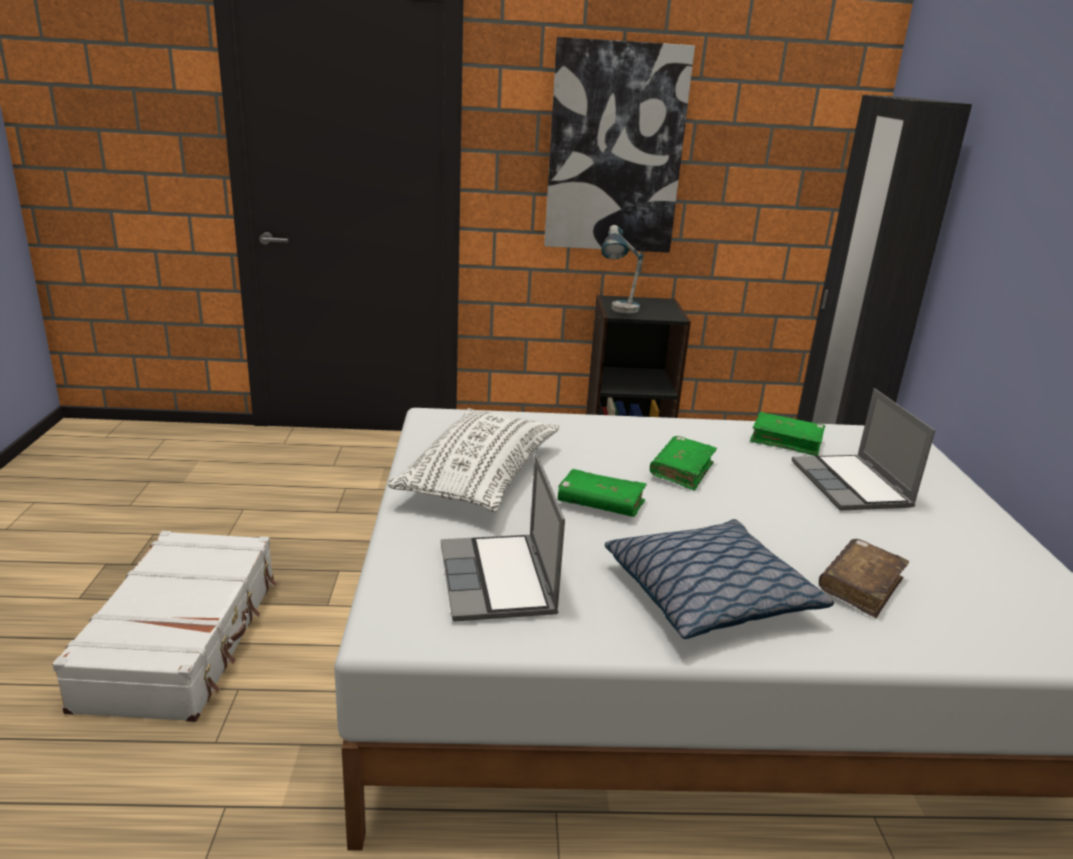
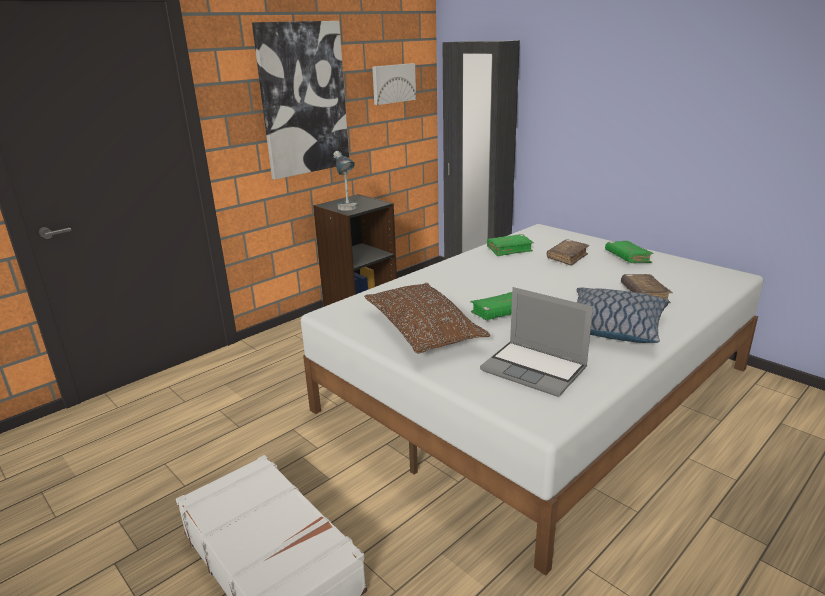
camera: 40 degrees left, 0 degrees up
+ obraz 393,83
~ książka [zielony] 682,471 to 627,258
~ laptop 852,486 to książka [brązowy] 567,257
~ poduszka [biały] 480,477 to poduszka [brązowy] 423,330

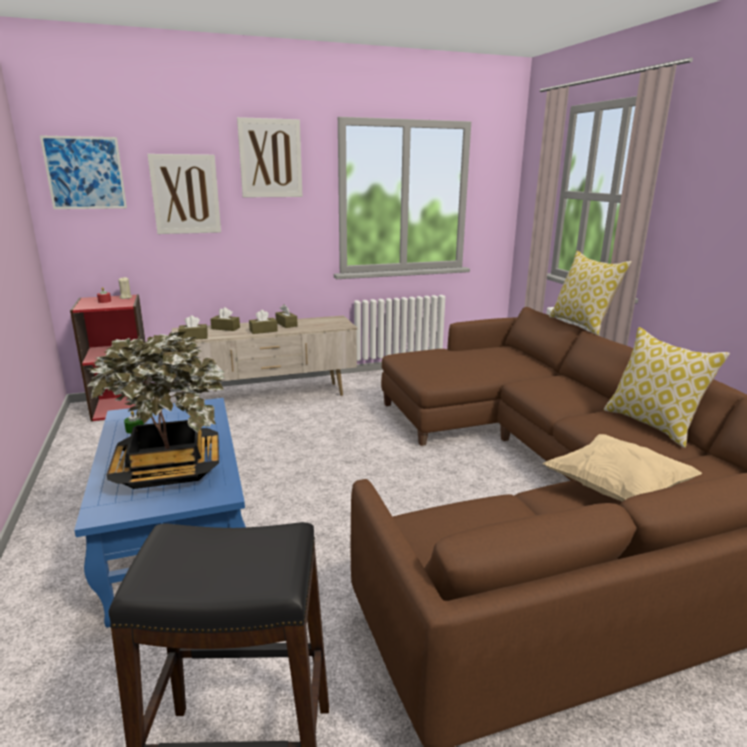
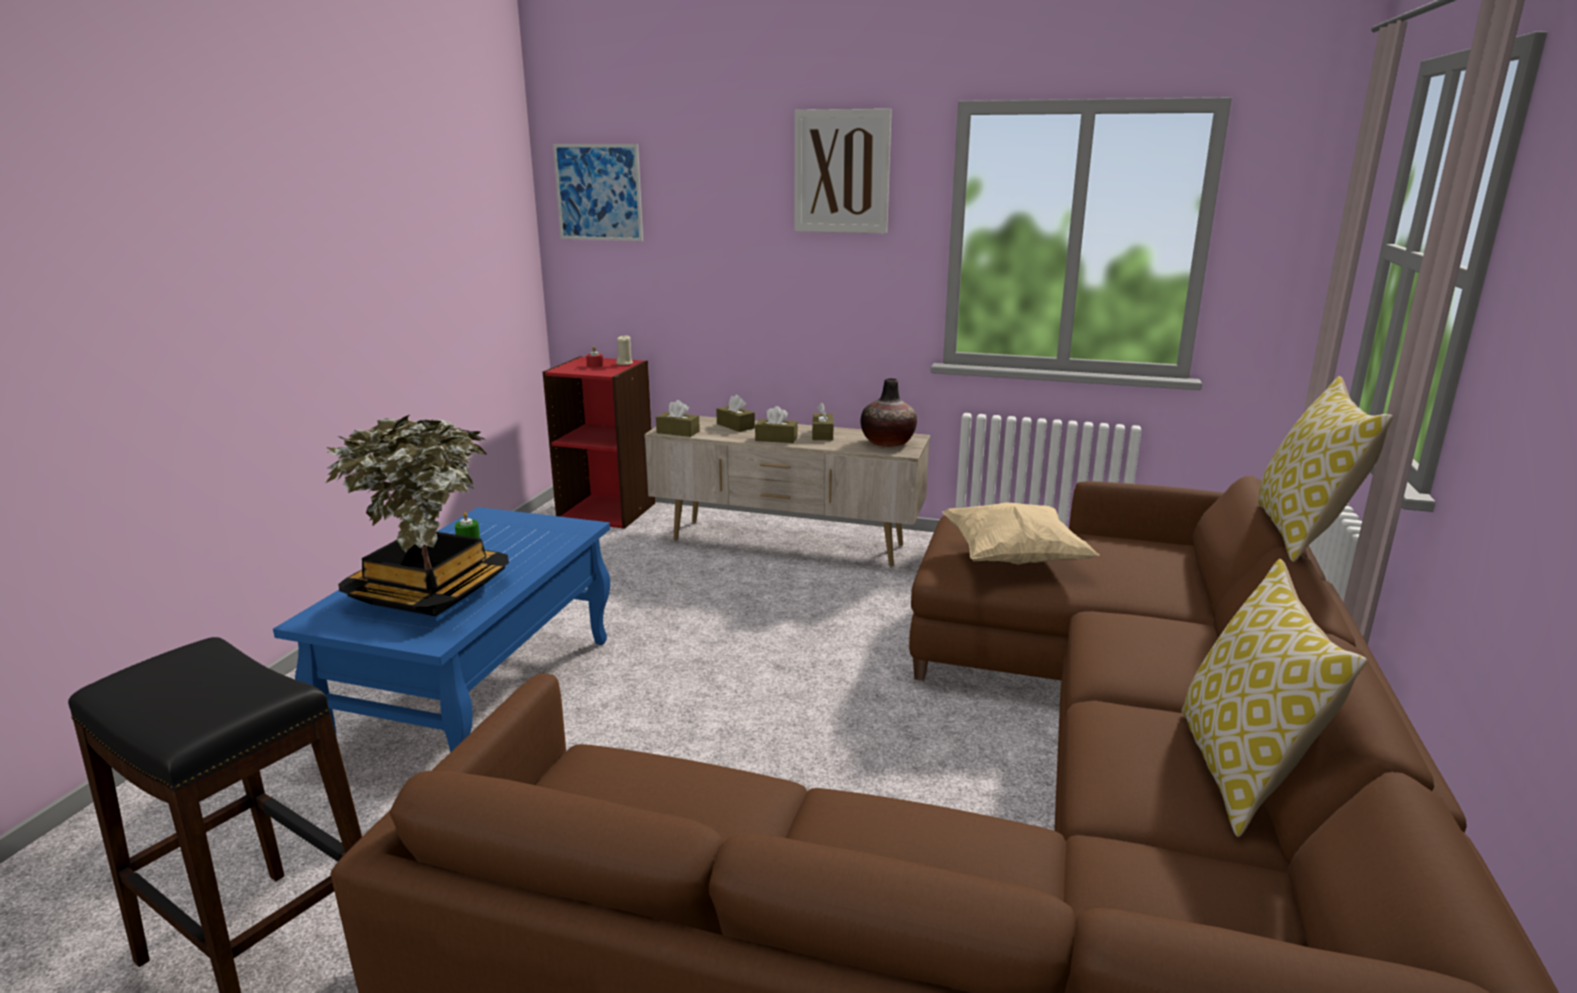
camera: 35 degrees right, 0 degrees up
- obraz 185,194
+ wazon 888,442
~ poduszka [beżowy] 616,490 to 1013,559

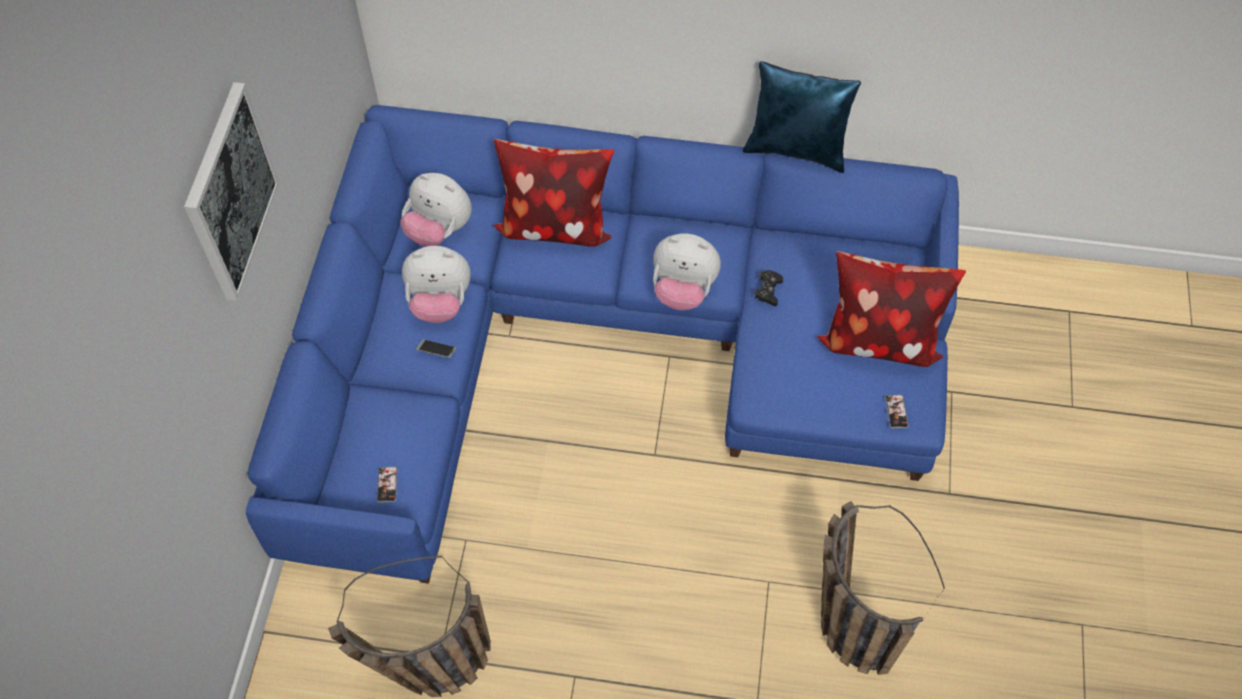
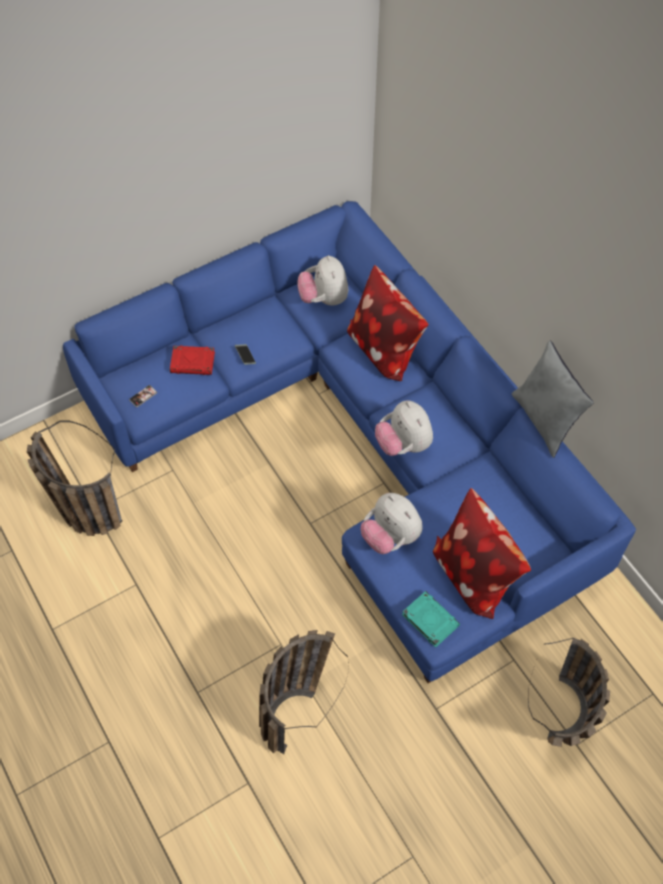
camera: 50 degrees right, 0 degrees up
- obraz 229,192
- pad do gier [czarny] 768,290
+ książka [czerwony] 193,362
+ koszyk 561,724
~ pluszak 439,302 to 390,536
~ telefon 896,411 to książka [turkusowy] 429,620
~ poduszka [niebieski] 796,149 to poduszka [szary] 544,420

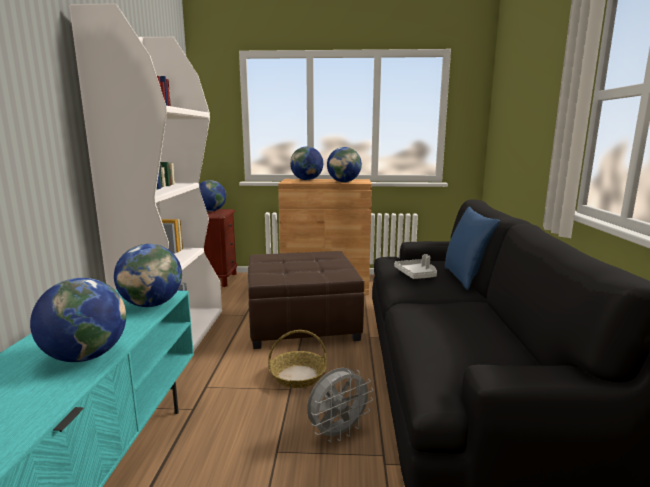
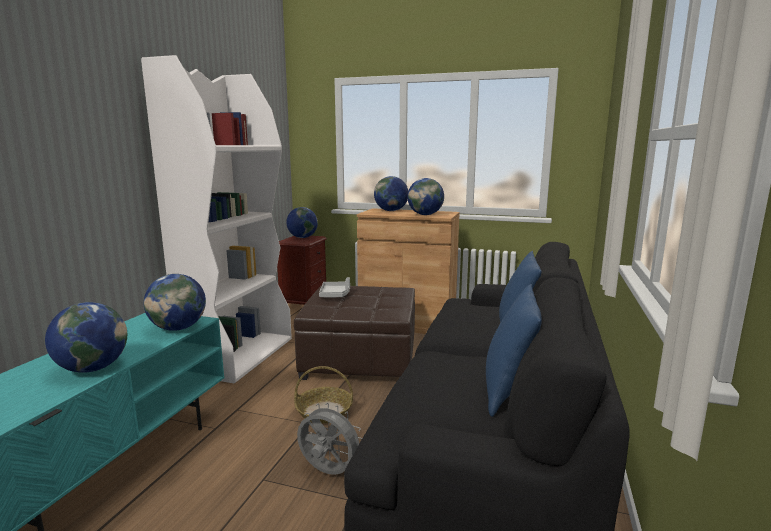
camera: 15 degrees right, 0 degrees up
+ poduszka [niebieski] 509,391
~ taca [szary] 417,275 to 335,294
~ wentylator [szary] 338,432 = 328,472 135 degrees counterclockwise

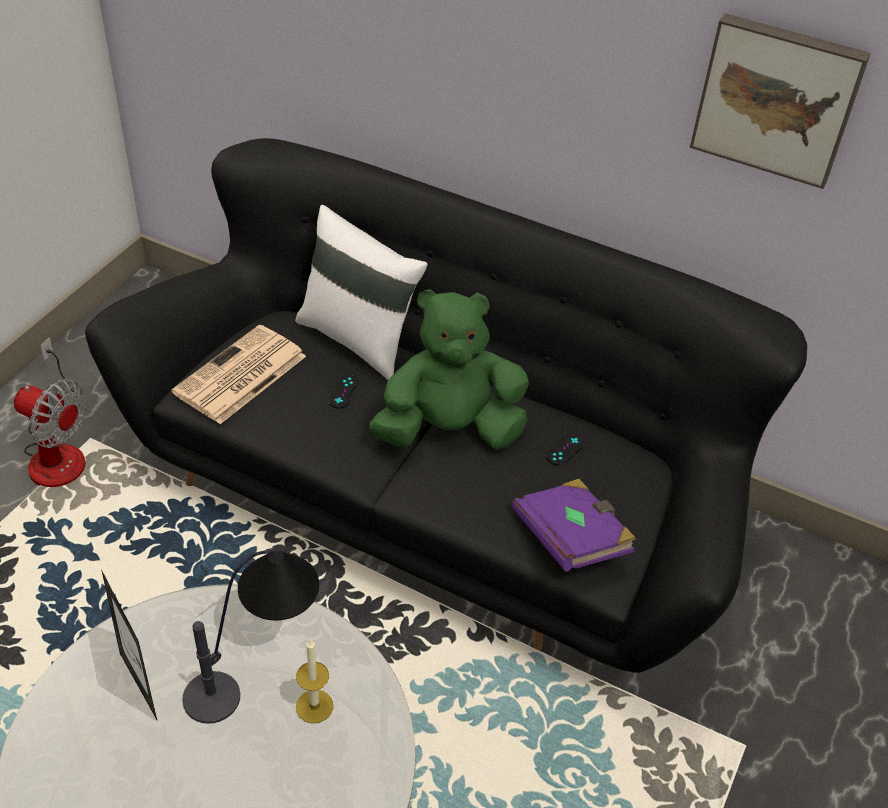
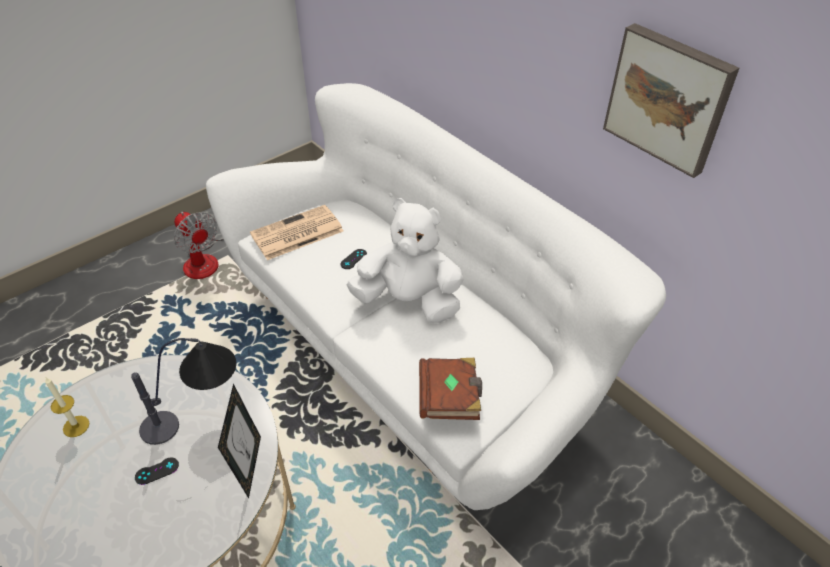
camera: 25 degrees right, 0 degrees up
- poduszka [biały] 358,339
~ ramka na zdjęcie 139,682 to 249,466
~ świeca 314,706 to 76,426
~ pad do gier [czarny] 565,449 to 157,471
~ kanapa [czarny] 437,502 to kanapa [biały] 414,351
~ pluszak [zielony] 449,430 to pluszak [biały] 409,301
~ książka [fioletowy] 571,539 to książka [brązowy] 450,398

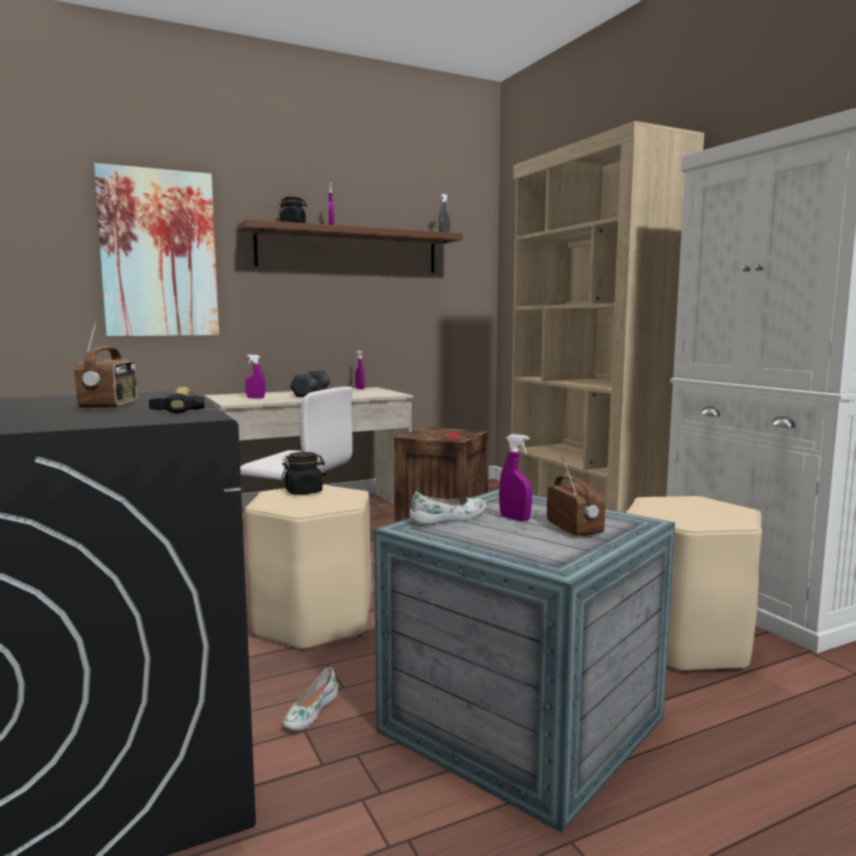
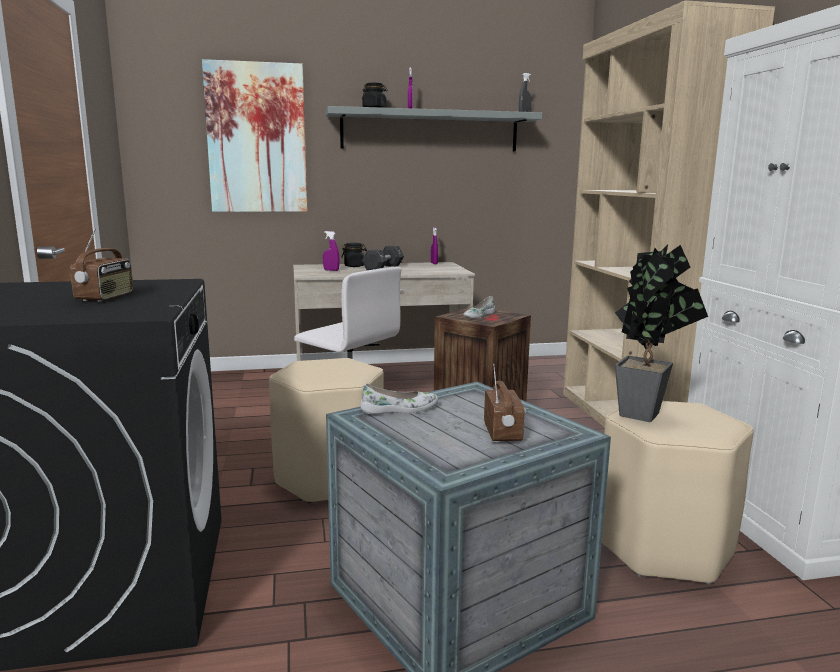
camera: 15 degrees right, 5 degrees up
- młotek 180,406
- spryskiwacz [fioletowy] 514,518
+ roślina doniczkowa 645,413
~ słoik [czarny] 304,492 to 354,266
~ but [biały] 310,712 to 478,315
~ półka [brązowy] 349,250 to półka [szary] 430,131

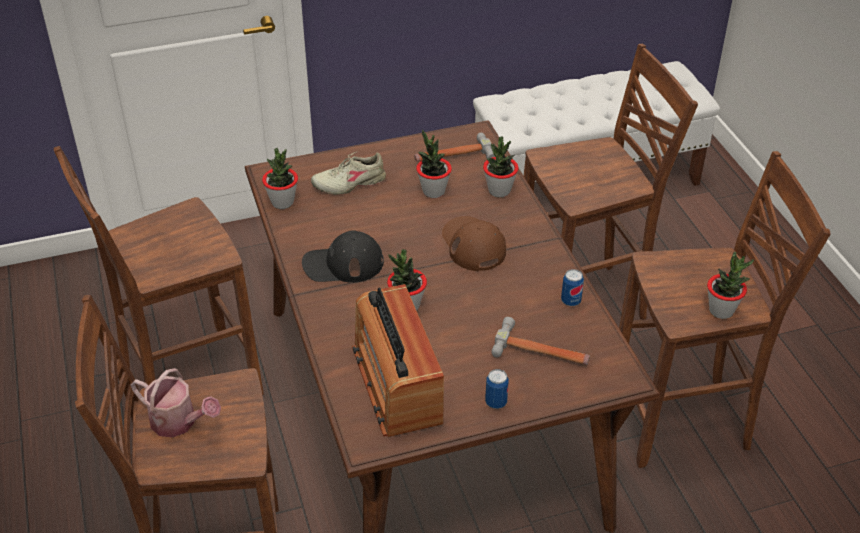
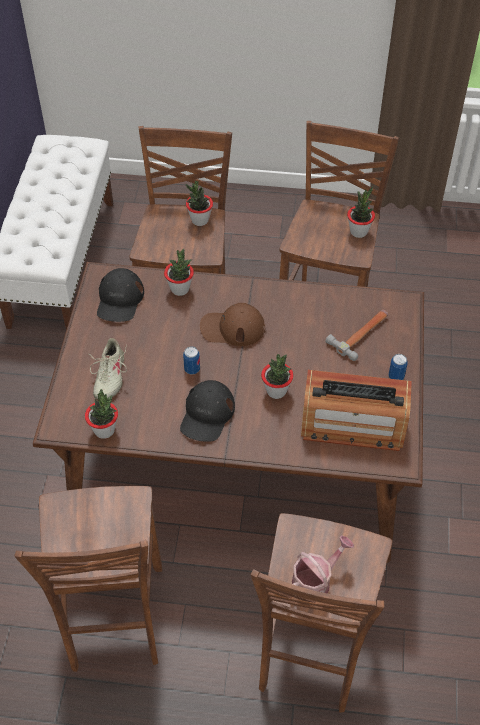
camera: 65 degrees left, 10 degrees up
~ roślina doniczkowa 433,191 to 200,220
~ puszka 570,301 to 192,369
~ młotek 453,156 to czapka z daszkiem [czarny] 120,300

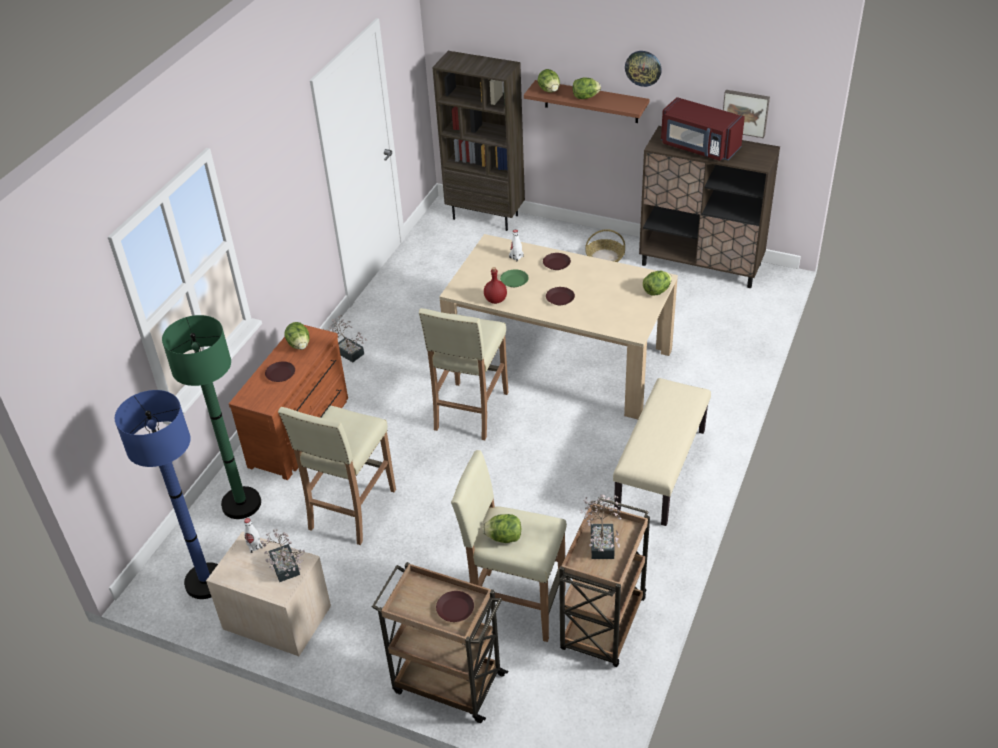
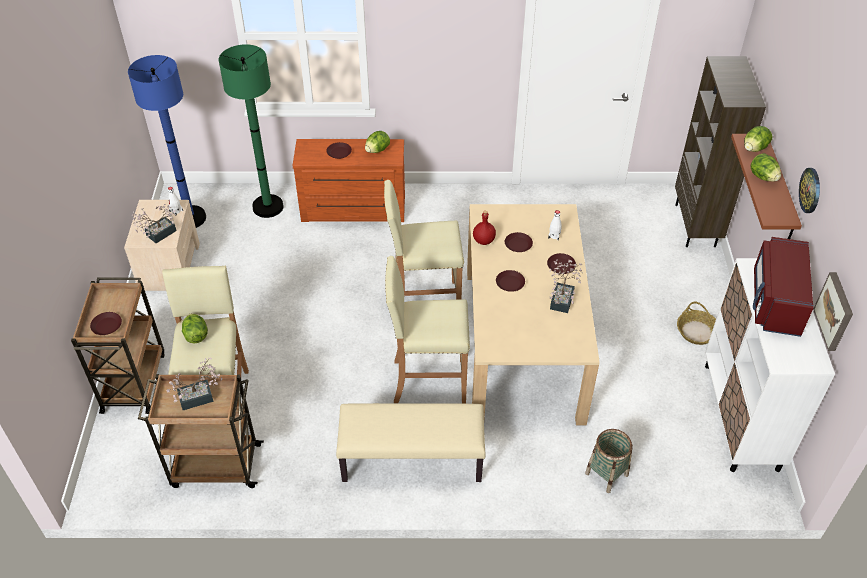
camera: 65 degrees right, 5 degrees up
- sałata 656,291
+ koszyk 606,474
~ stołek [beżowy] 351,510 to 428,381
~ roślina doniczkowa 347,351 to 563,298
~ talerz [zielony] 514,281 to talerz [brązowy] 518,244
~ szafka [brązowy] 701,265 to szafka [biały] 741,416

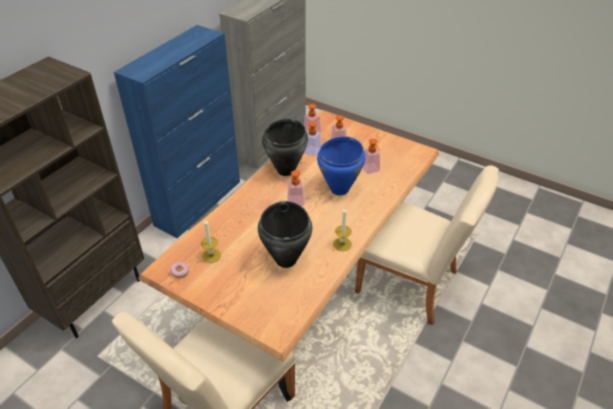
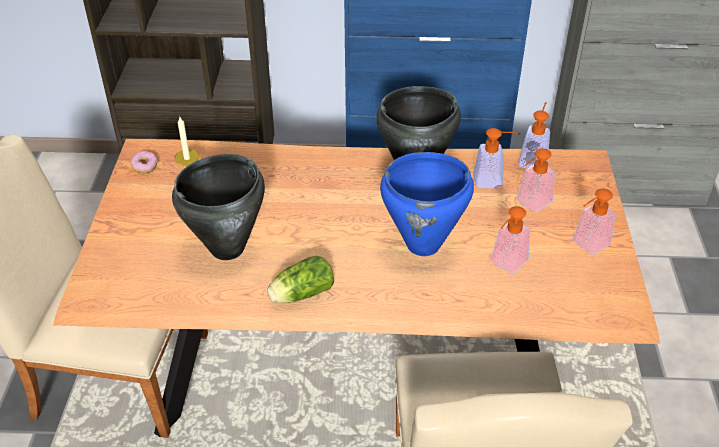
camera: 60 degrees right, 0 degrees up
~ dozownik mydła 296,203 to 586,245
~ świeca 342,244 to sałata 300,294

